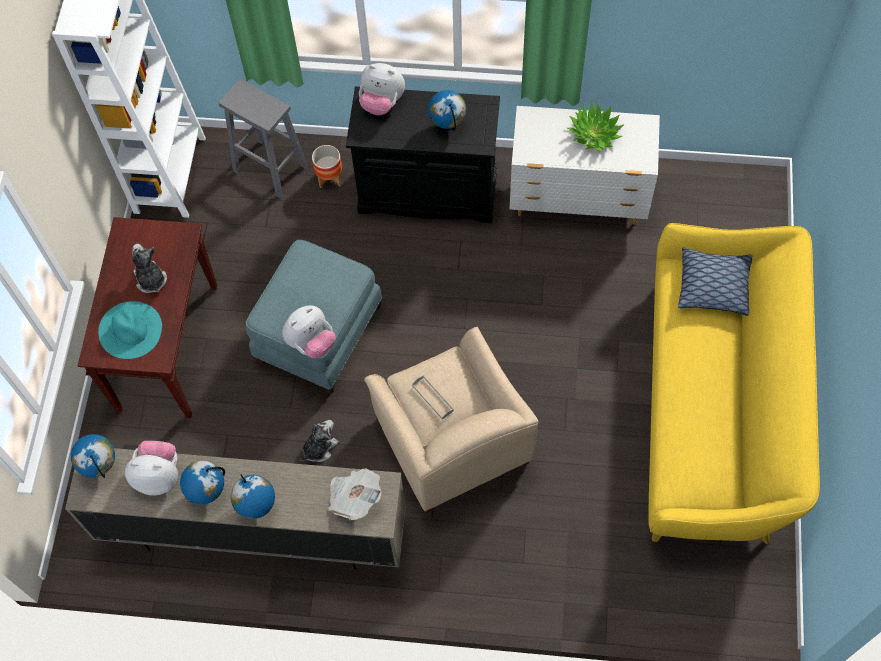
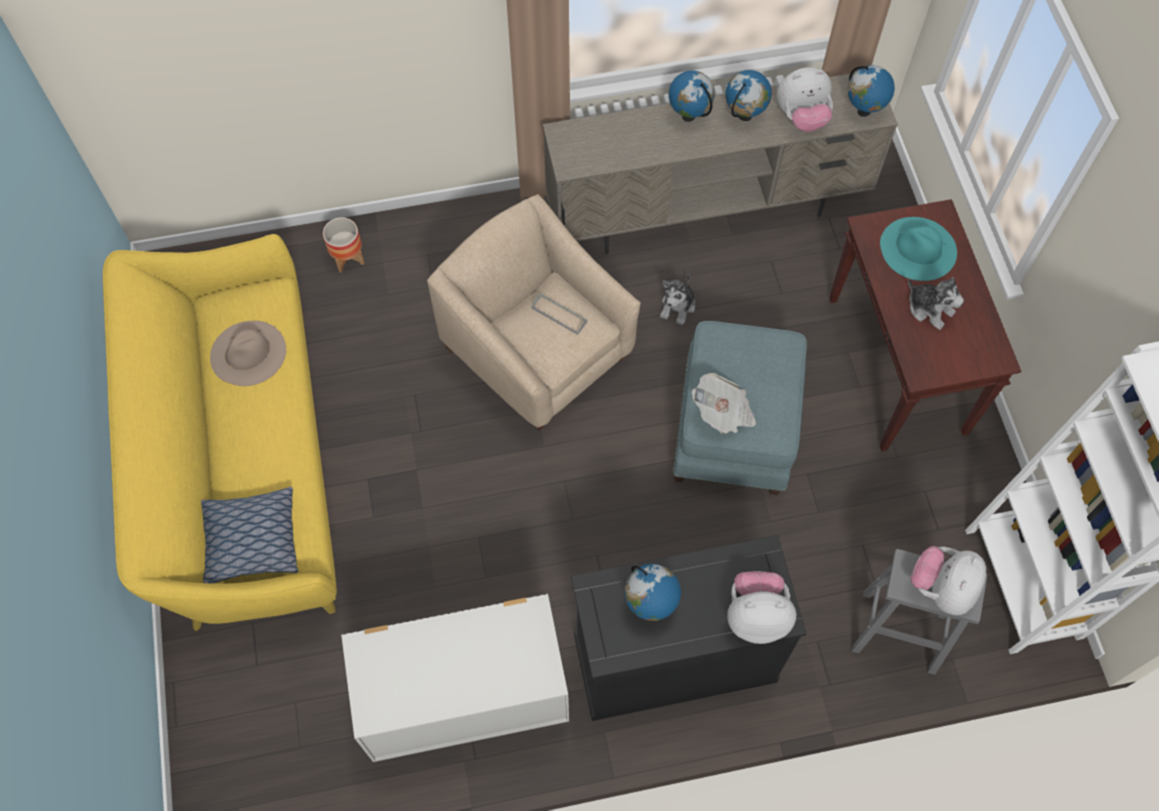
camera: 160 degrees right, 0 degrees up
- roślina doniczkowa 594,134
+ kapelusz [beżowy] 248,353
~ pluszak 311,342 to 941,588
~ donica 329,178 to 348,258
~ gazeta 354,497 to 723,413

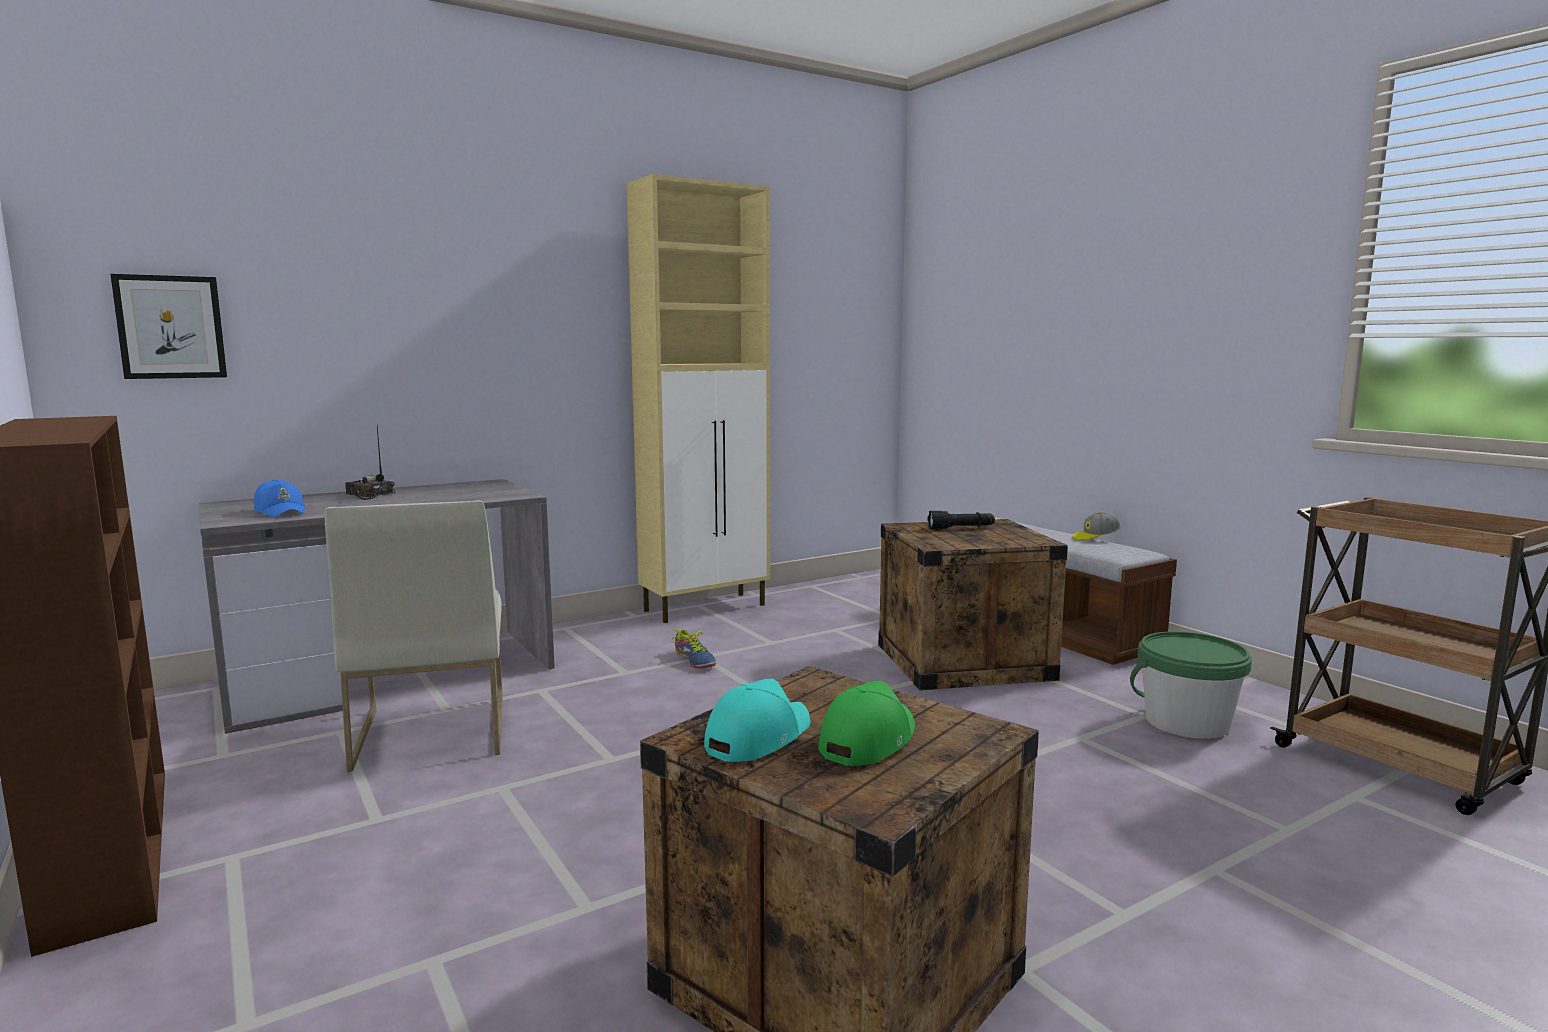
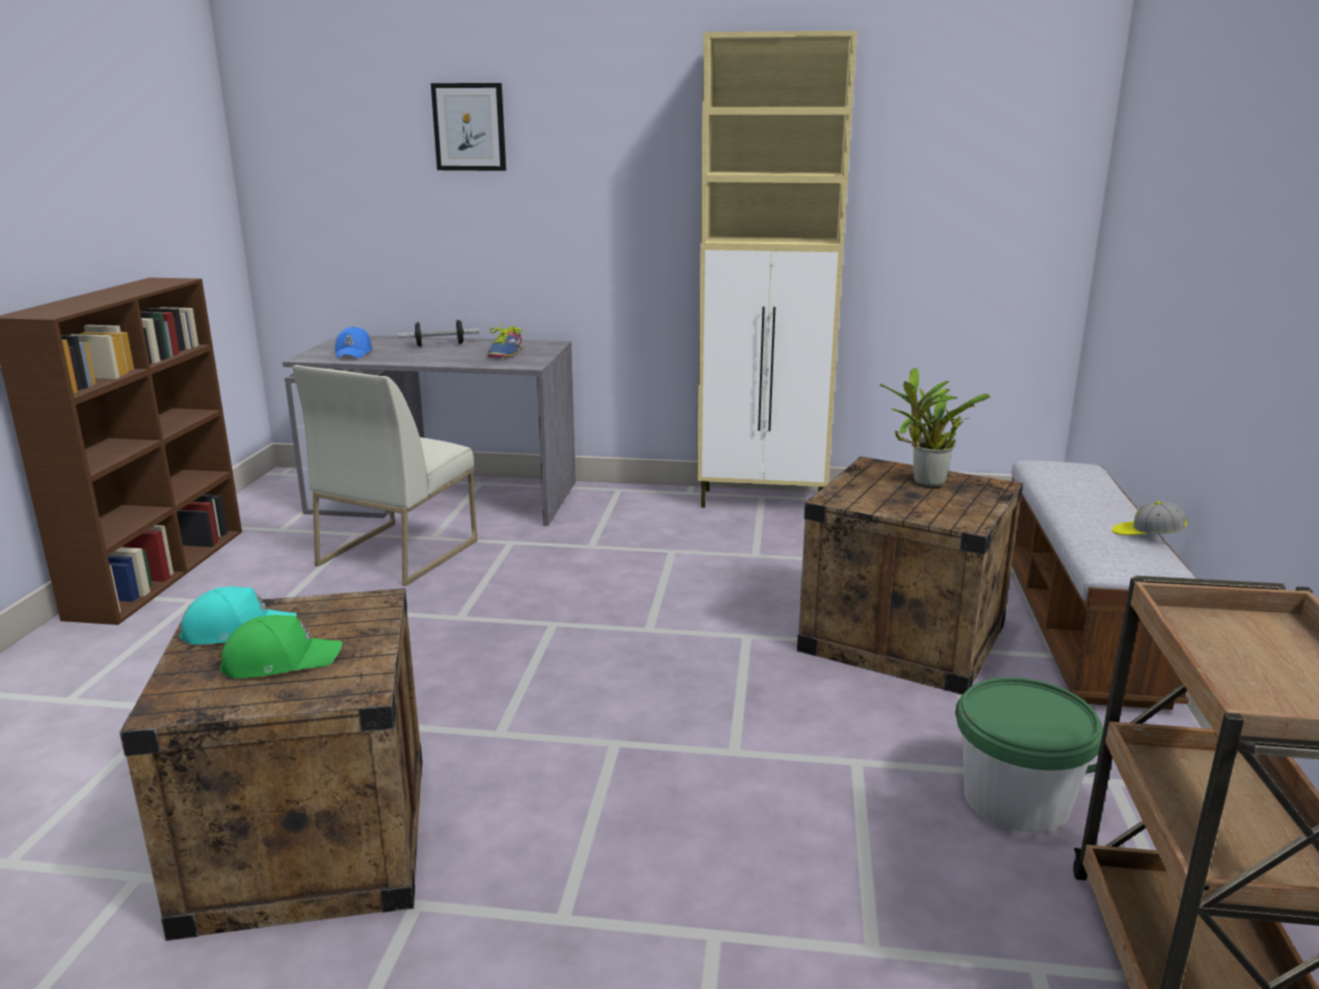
camera: 40 degrees right, 10 degrees up
~ obraz 170,327 to 469,127
~ but 695,660 to 506,353
~ radio 368,495 to hantel 440,345
~ latarka [czarny] 961,528 to roślina doniczkowa 925,484

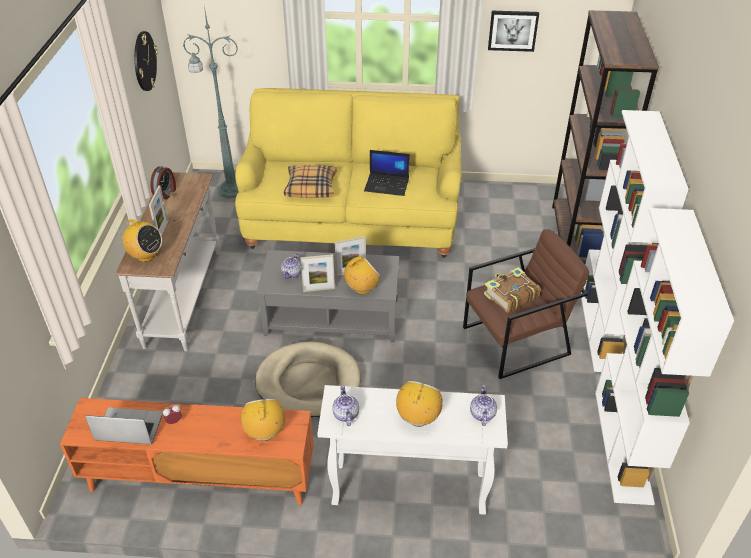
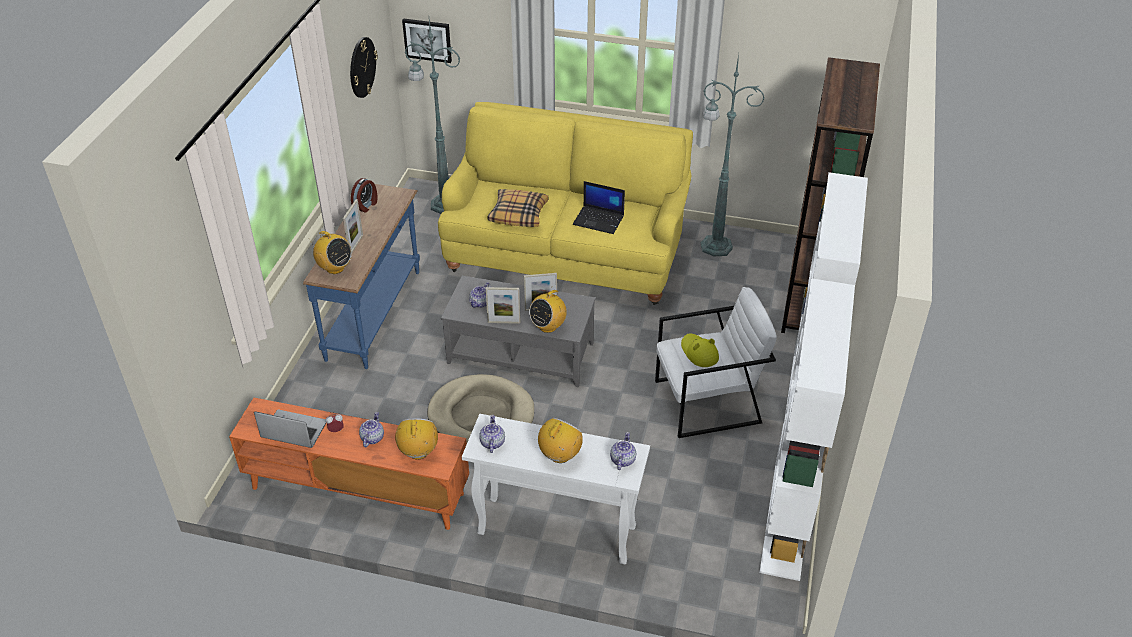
camera: 10 degrees right, 0 degrees up
+ imbryk 372,438
+ lampa stojąca [zielony] 714,246
~ obraz 513,30 to 427,40
~ książka 510,296 to kapelusz [żółty] 699,352
~ stolik konsolowy [biały] 185,297 to stolik konsolowy [niebieski] 375,315
~ fotel [brązowy] 516,341 to fotel [biały] 707,402
~ radio 362,288 = 548,326 150 degrees clockwise

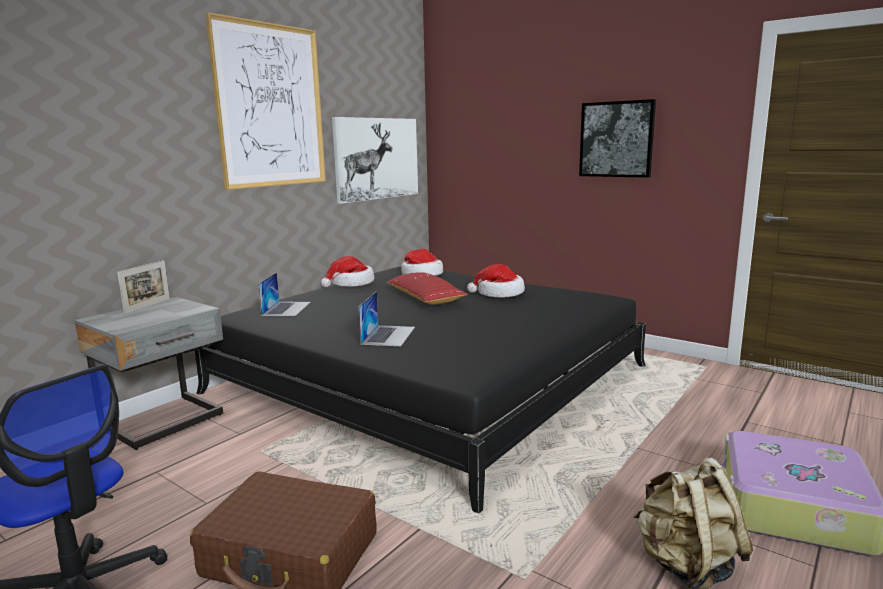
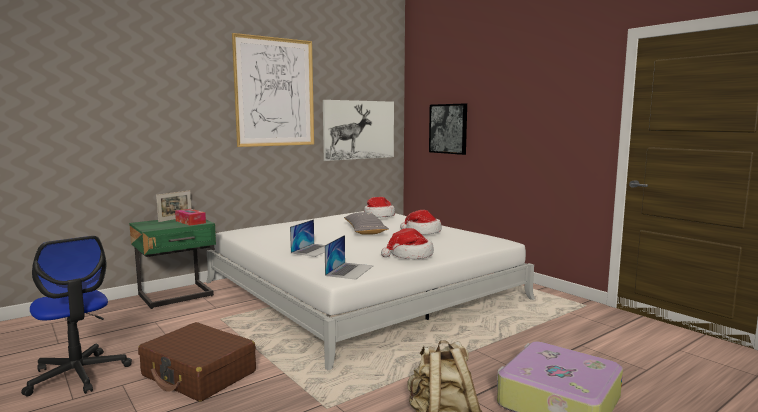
camera: 15 degrees right, 5 degrees down
+ pudełko chusteczek 190,222
~ laptop 286,308 to 349,270
~ kapelusz 350,284 to 410,255
~ obraz 616,139 to 448,128
~ szafka nocna [szary] 165,422 to szafka nocna [zielony] 177,296
~ łóżko [czarny] 429,379 to łóżko [biały] 362,291
~ poduszka [czerwony] 425,298 to poduszka [szary] 365,231

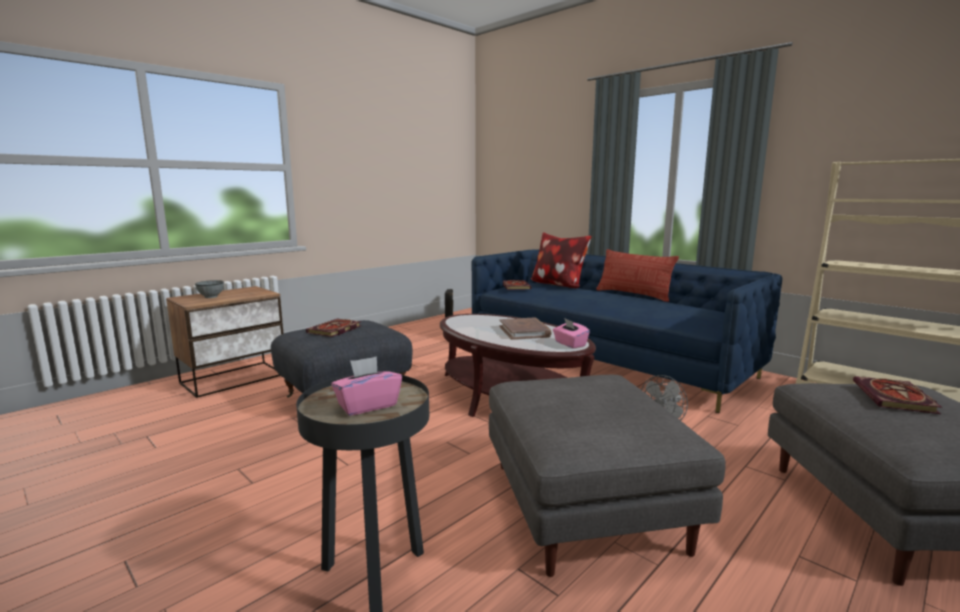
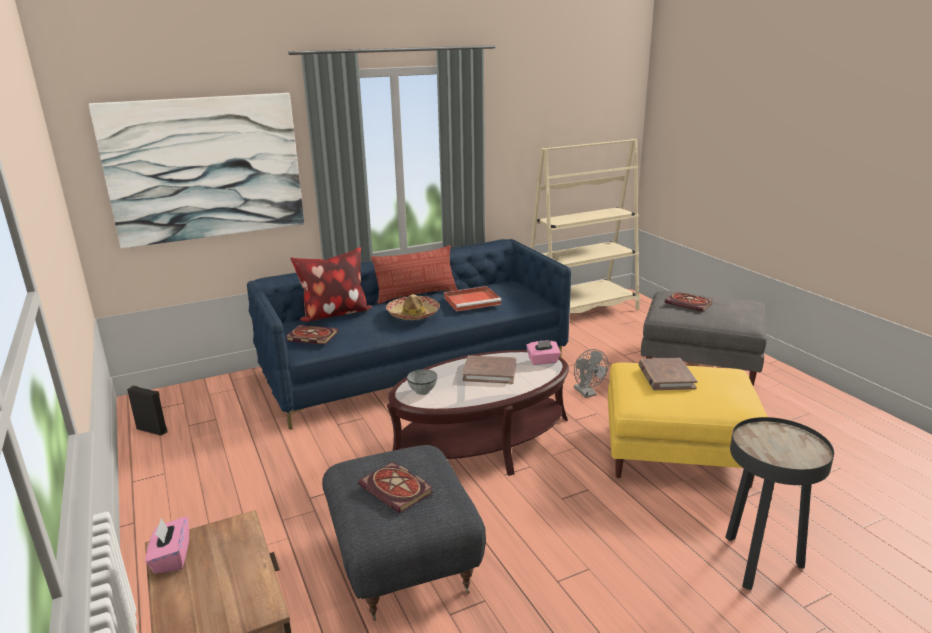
camera: 70 degrees left, 10 degrees up
+ obraz 205,168
+ kapelusz 413,314
+ taca [czerwony] 473,301
+ książka [brązowy] 666,377
~ miska [szary] 211,297 to 423,391
~ pudełko chusteczek [różowy] 367,405 to 171,557
~ pufa [szary] 587,507 to pufa [żółty] 678,453

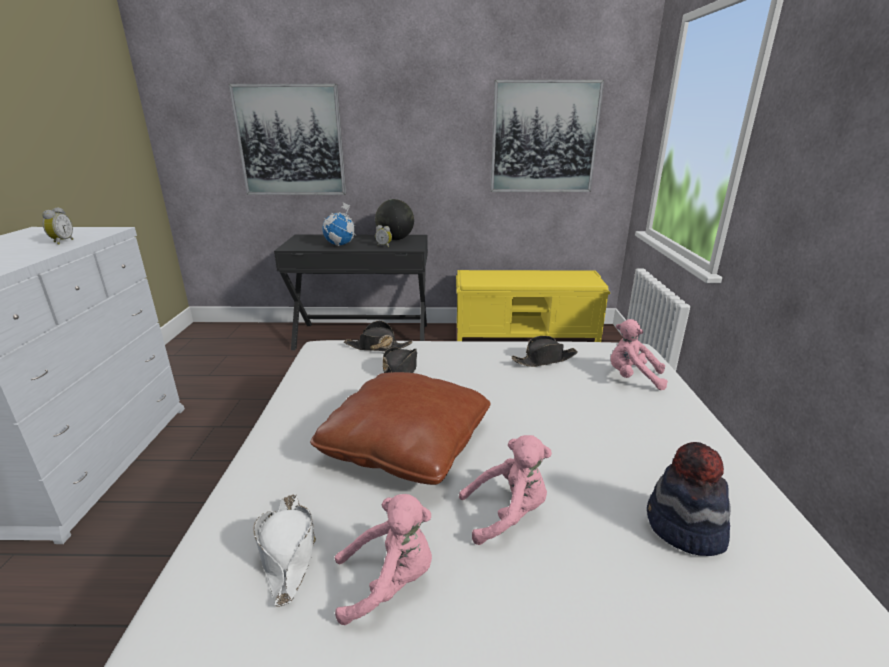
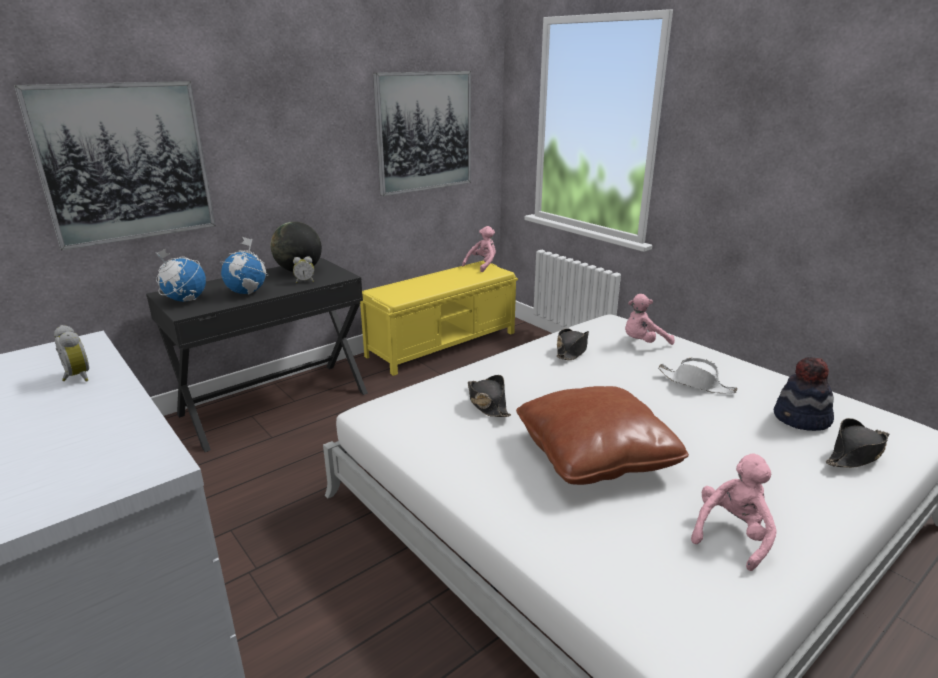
camera: 40 degrees left, 0 degrees up
+ globus 185,300
~ kapelusz [biały] 288,552 to 696,383
~ kapelusz [czarny] 377,347 to 856,454
~ pluszak [różowy] 507,514 to 482,265

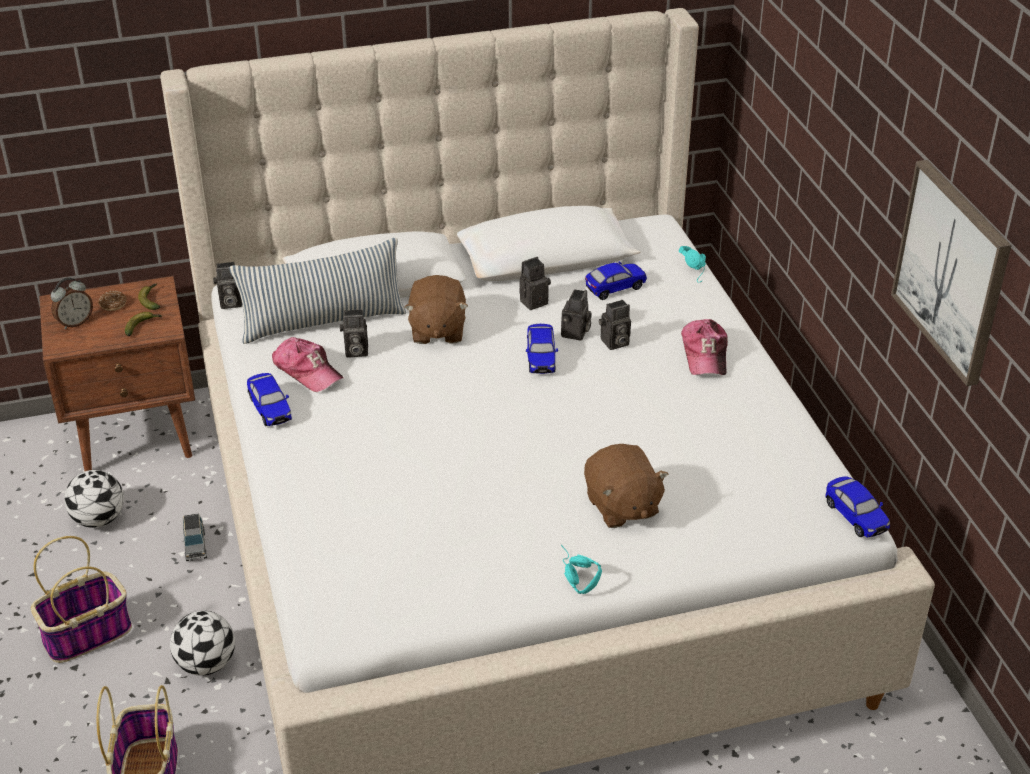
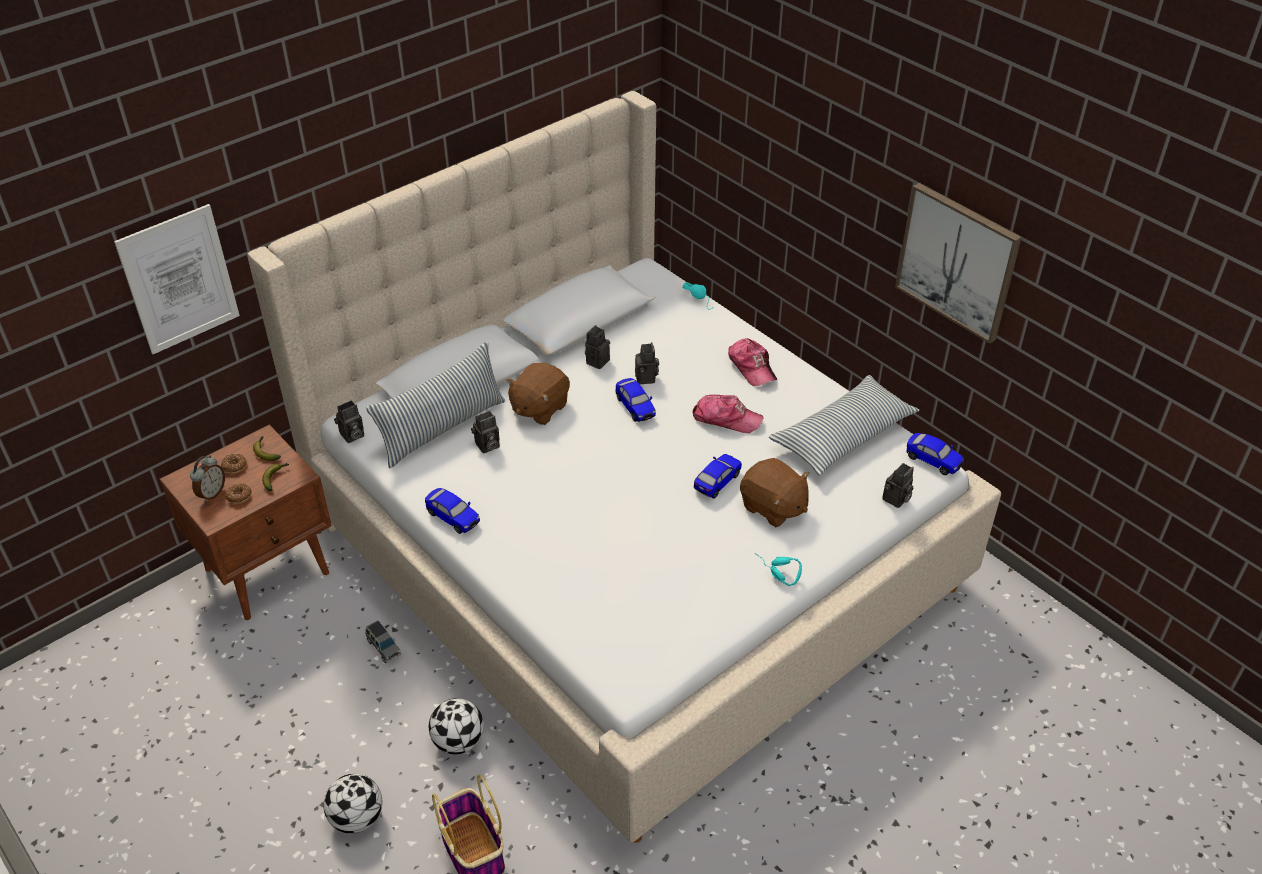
camera: 25 degrees left, 5 degrees up
- koszyk 88,634
+ obraz 179,279
+ donut 239,496
+ poduszka 843,435
~ piłka futbolowa 99,520 to 357,818
~ czapka z daszkiem 307,371 to 726,418
~ samochodzik 615,288 to 717,482
~ aparat fotograficzny 614,343 to 896,500
~ pluszak [brązowy] 437,330 = 539,408 60 degrees clockwise

